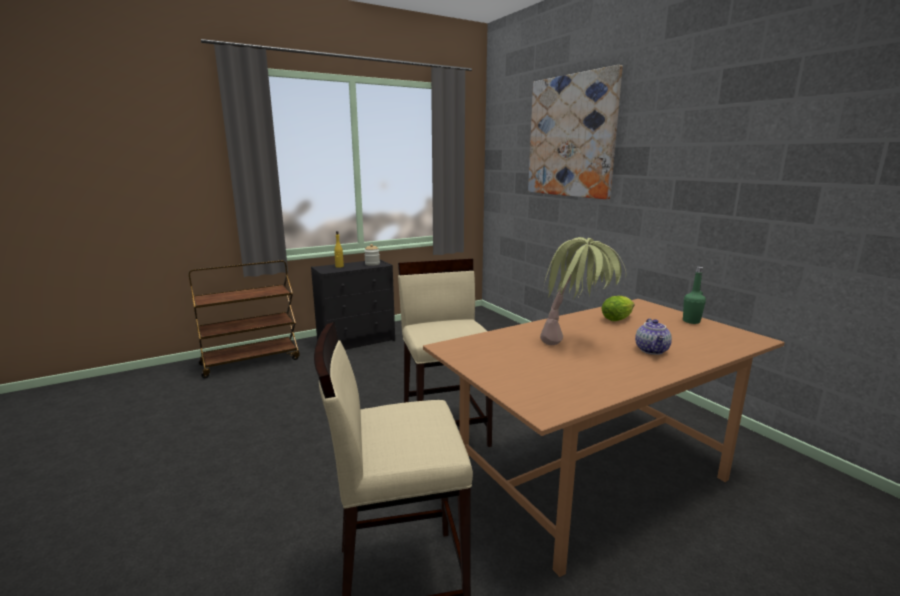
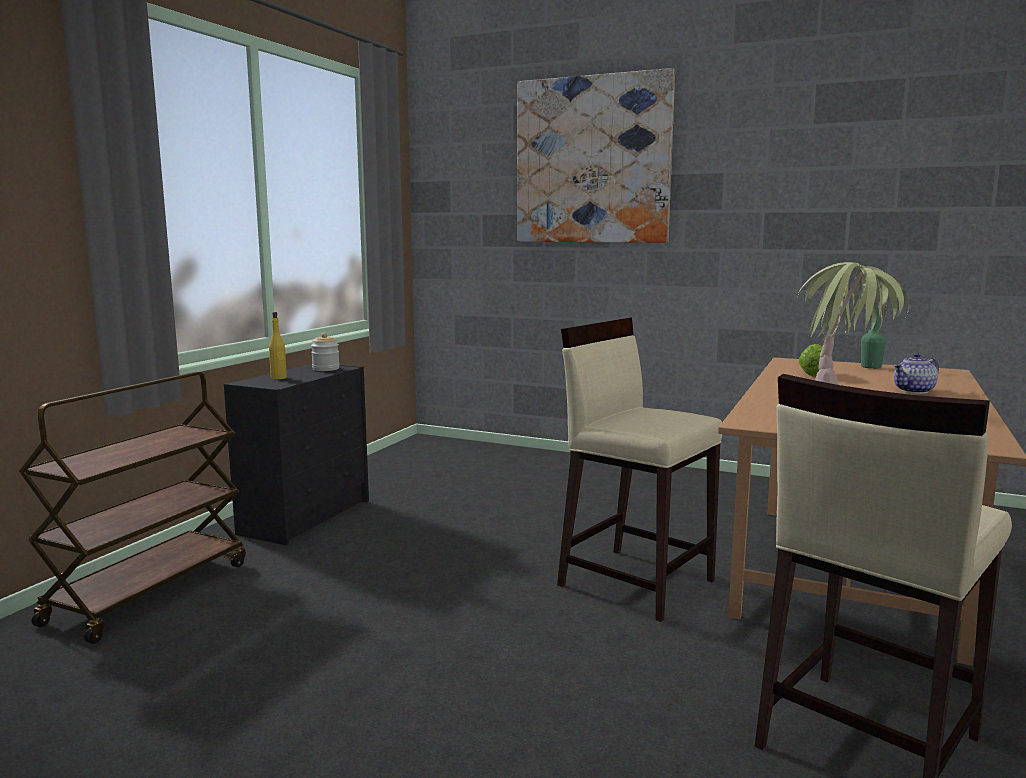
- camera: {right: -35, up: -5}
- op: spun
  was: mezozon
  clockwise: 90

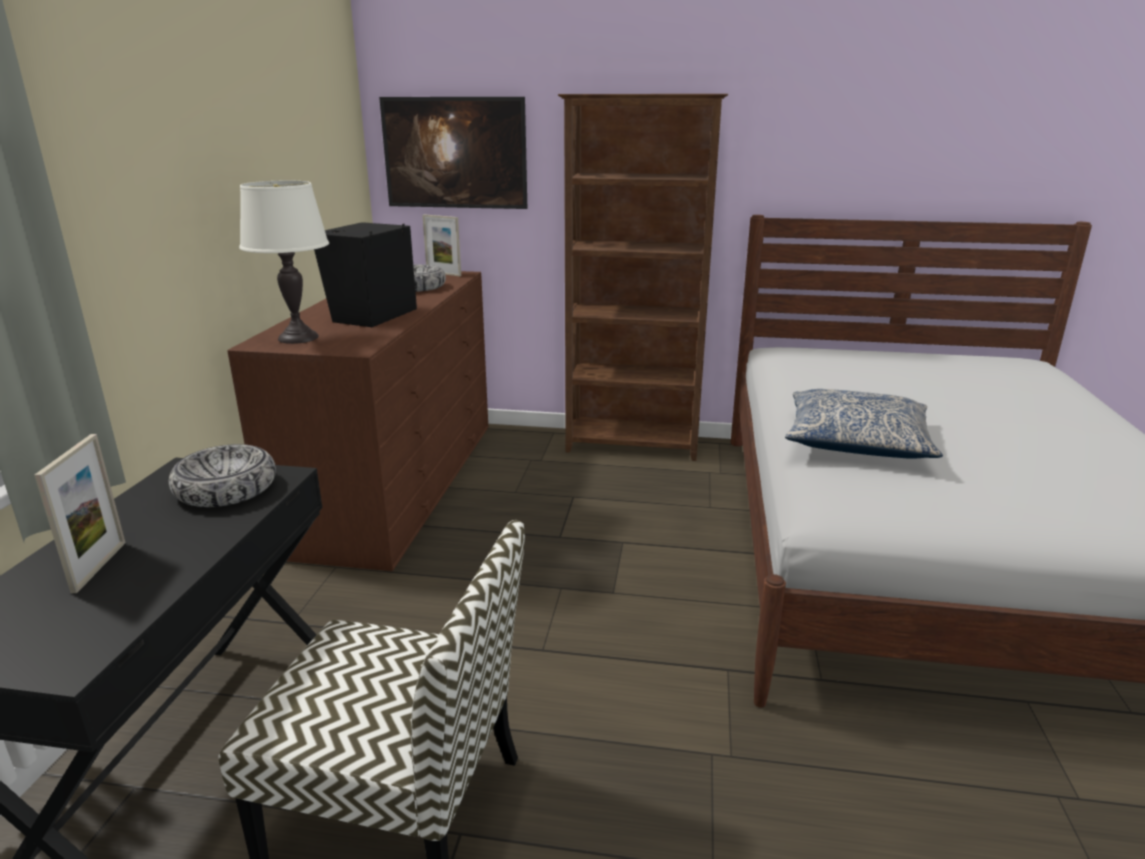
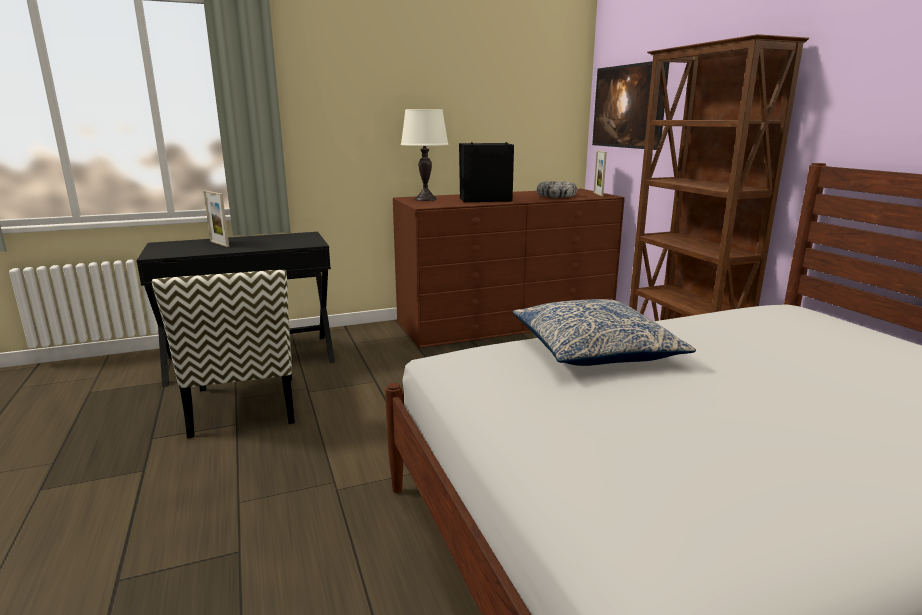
- camera: {right: 60, up: -5}
- op: spun
  was: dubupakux (no. 1 from left)
  clockwise: 75
- op: missing
  was: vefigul (no. 1 from left)

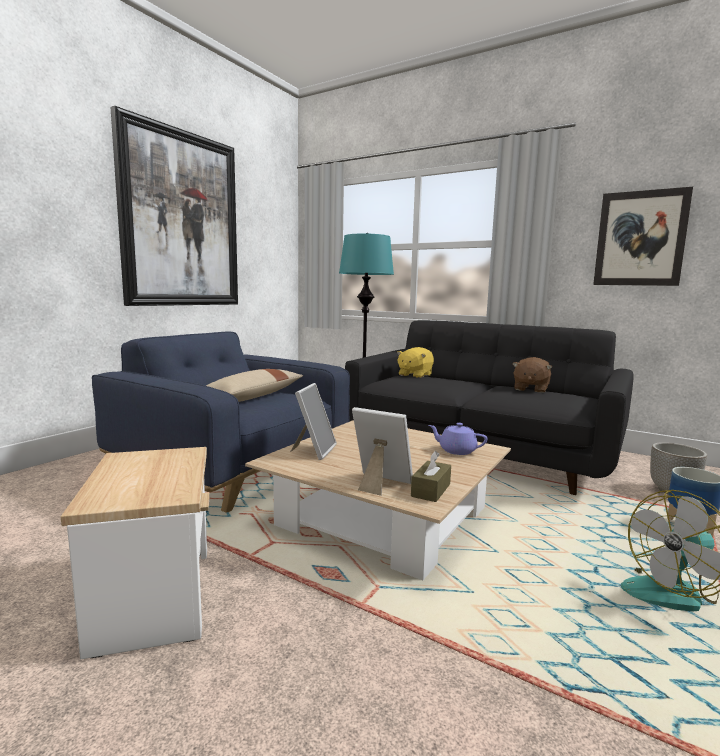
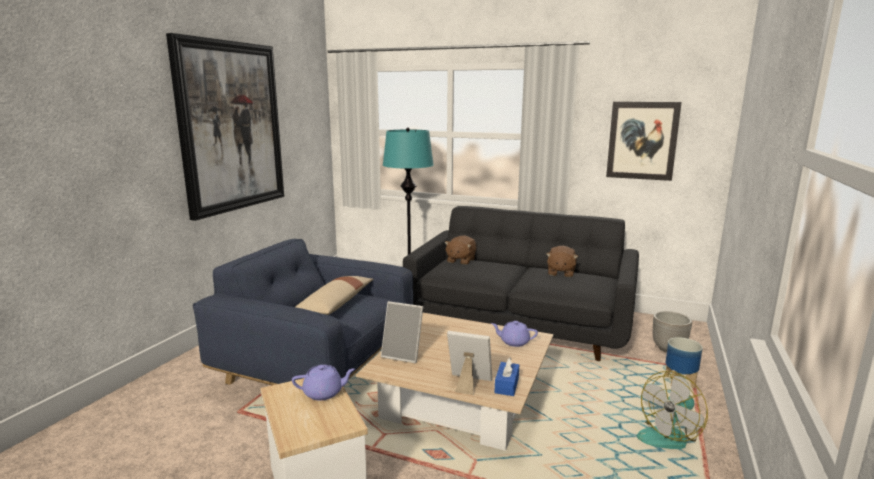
- camera: {right: -10, up: 5}
- op: spun
  was: dubupakux (no. 1 from left)
  clockwise: 105
- op: colour
  was: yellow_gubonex
  now: brown_gubonex (no. 1 from left)
- op: colour
  was: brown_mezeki
  now: blue_mezeki
- op: appeared
  now: purple_mezozon (no. 1 from left)

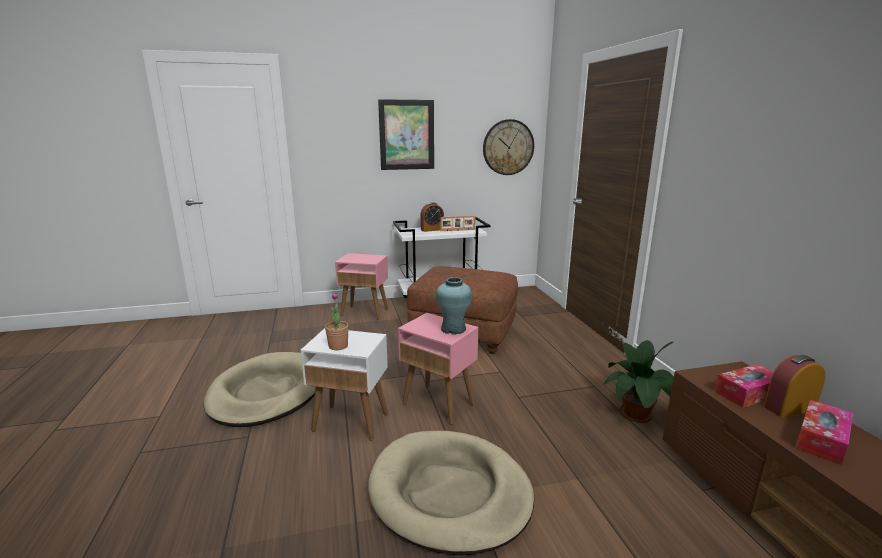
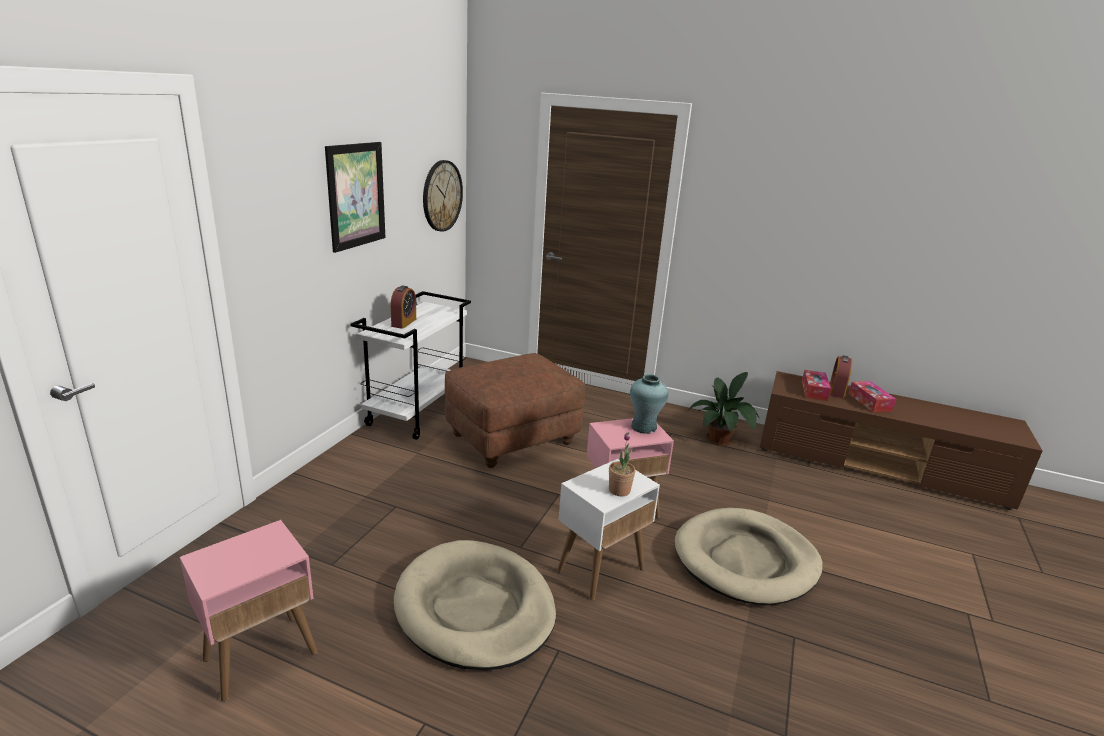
- camera: {right: -55, up: 5}
- op: relocated
  was: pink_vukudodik (no. 1 from left)
- op: missing
  was: dubupakux

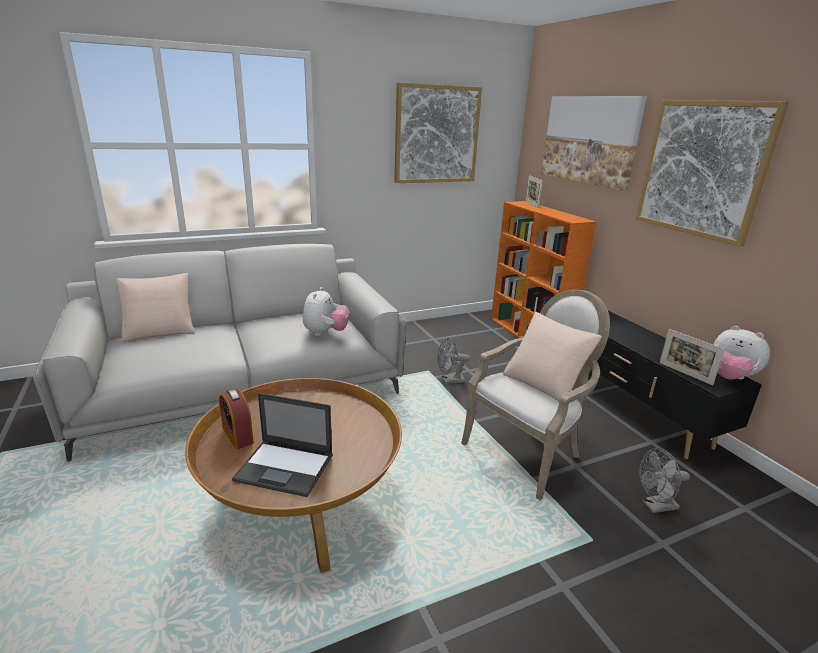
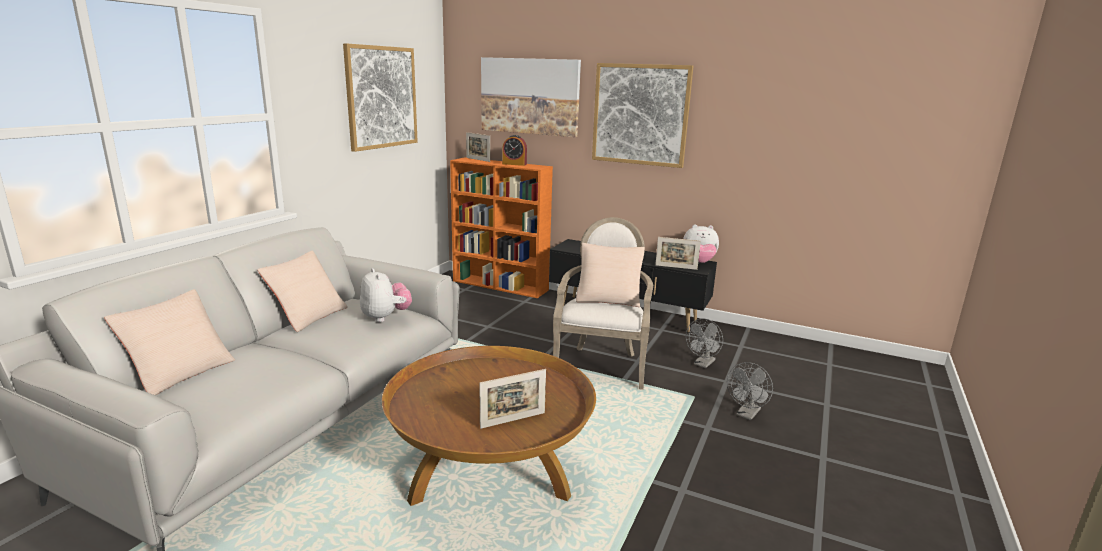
- camera: {right: -40, up: -5}
- op: relocated
  was: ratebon
- op: exchanged
  was: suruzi
  now: dubupakux (no. 2 from left)
- op: relocated
  was: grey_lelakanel (no. 1 from left in the first image)
  now: grey_lelakanel (no. 2 from left)
- op: appeared
  now: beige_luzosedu (no. 2 from left)

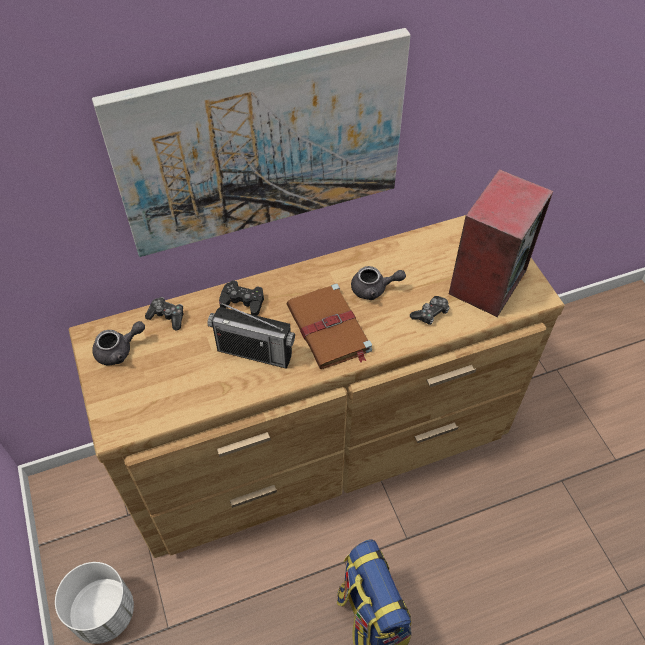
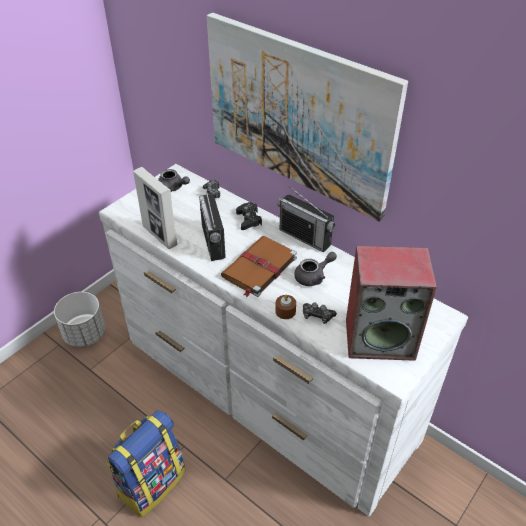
- camera: {right: 60, up: -10}
- op: colour
  was: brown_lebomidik
  now: white_lebomidik
- op: spun
  was: grey_mezozon (no. 2 from left)
  clockwise: -90
- op: appeared
  now: dubupakux
- op: appeared
  now: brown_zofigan
- op: appeared
  now: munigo (no. 2 from left)

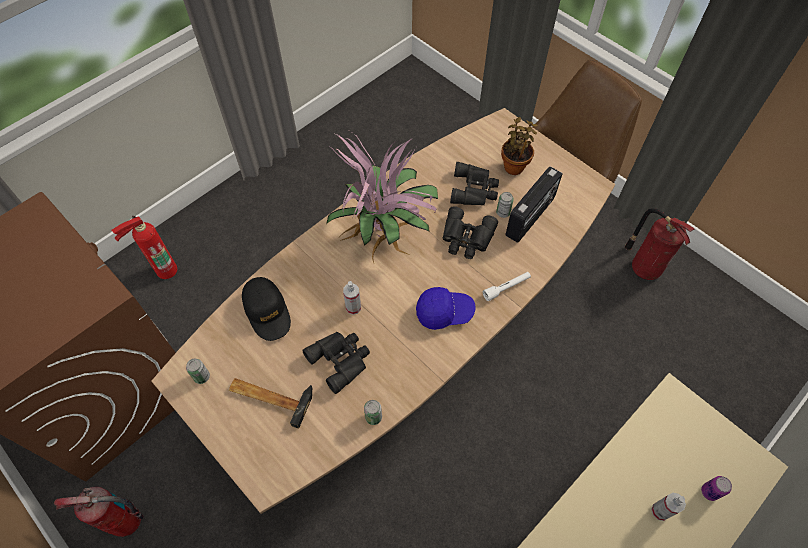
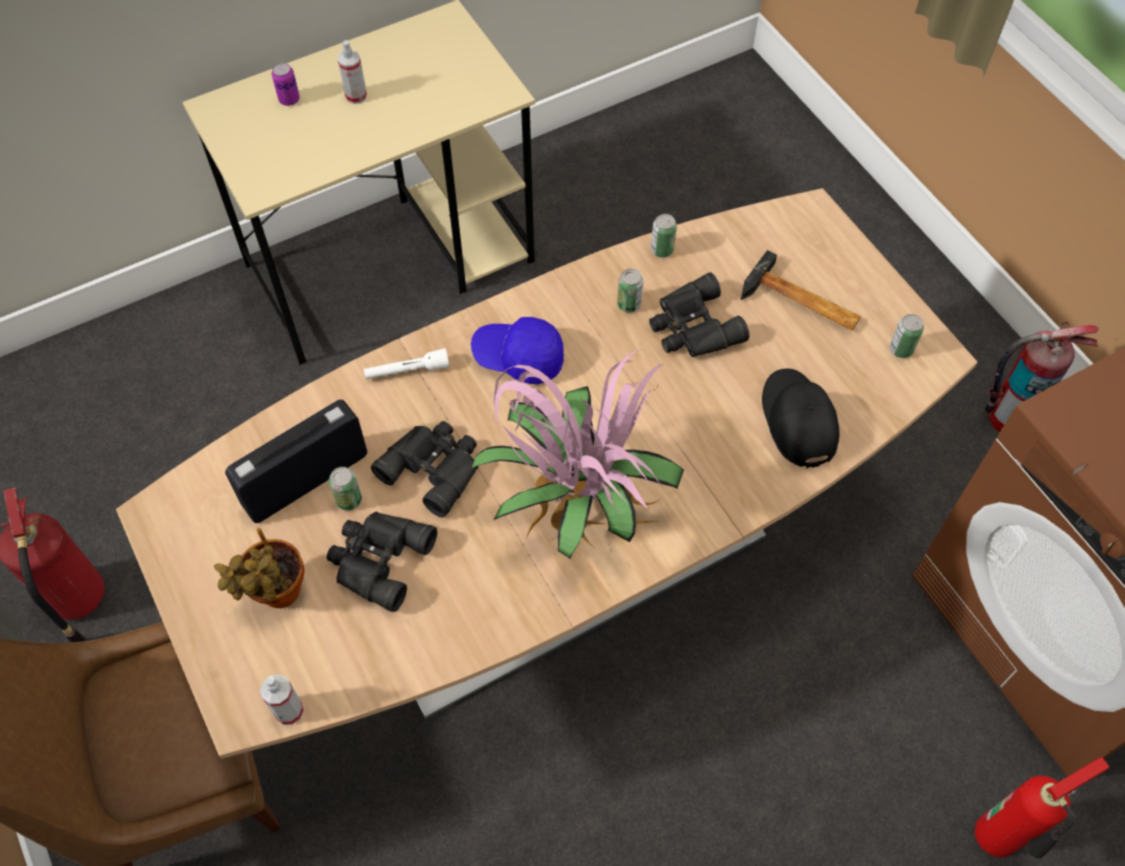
- camera: {right: -165, up: 0}
- op: relocated
  was: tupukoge (no. 1 from left)
- op: appeared
  now: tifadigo (no. 3 from left)

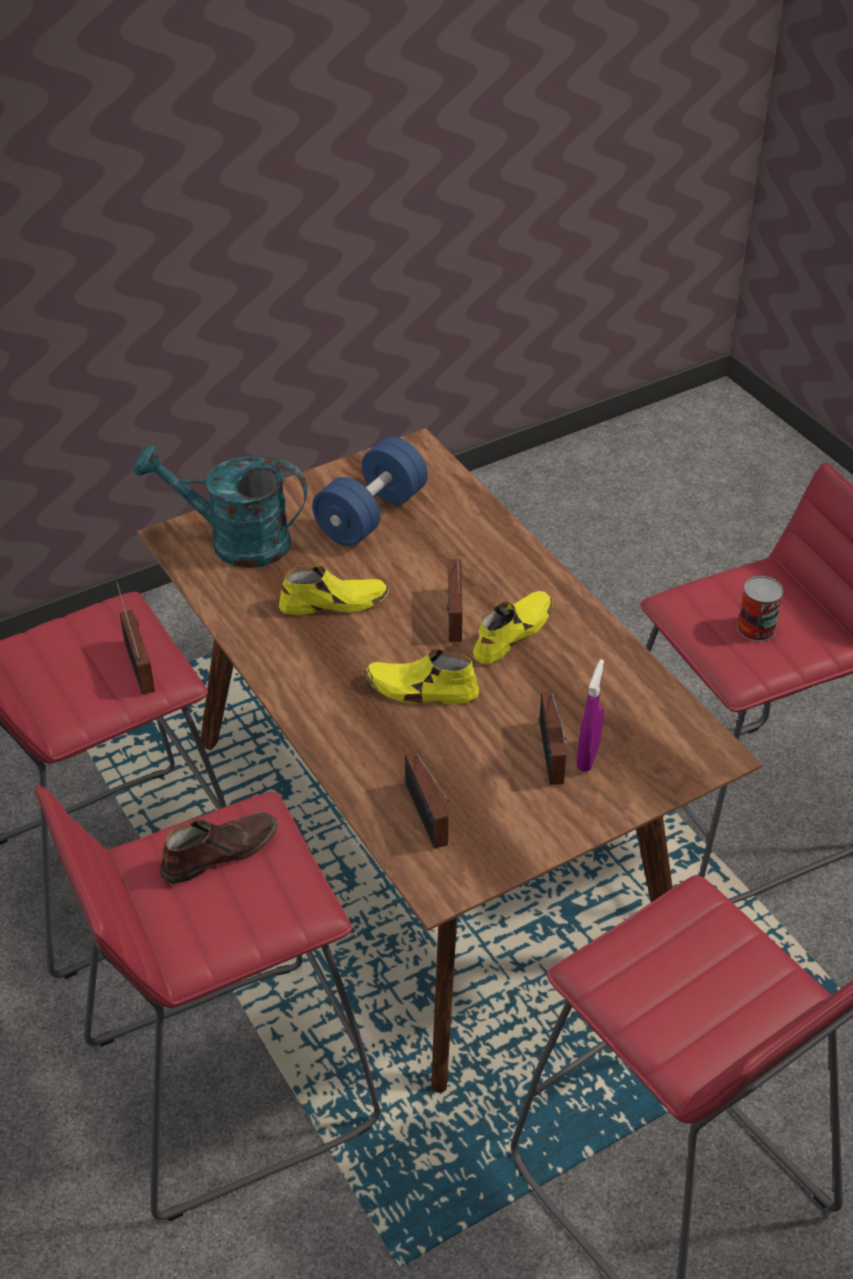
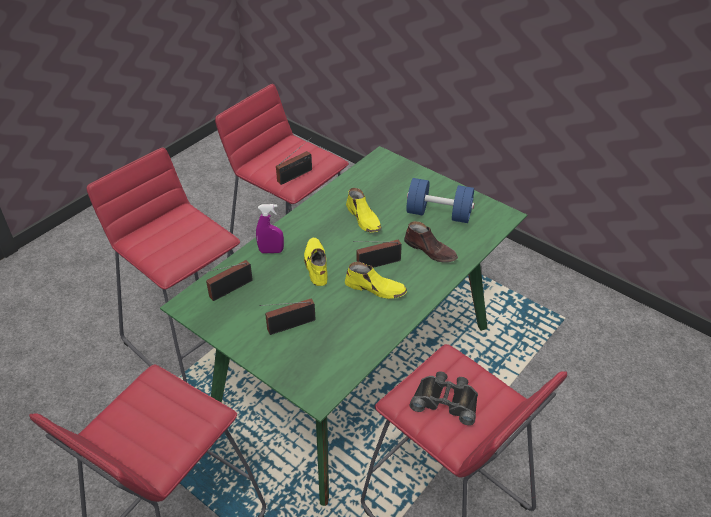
- camera: {right: 70, up: 0}
- op: missing
  was: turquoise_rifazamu
- op: colour
  was: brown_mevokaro
  now: green_mevokaro
- op: relocated
  was: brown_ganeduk
- op: relocated
  was: purple_tupukoge
- op: exchanged
  was: tifadigo
  now: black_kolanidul

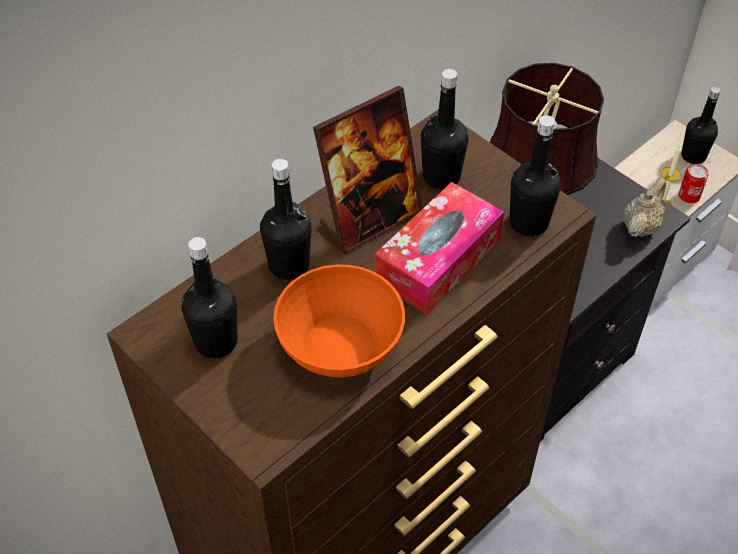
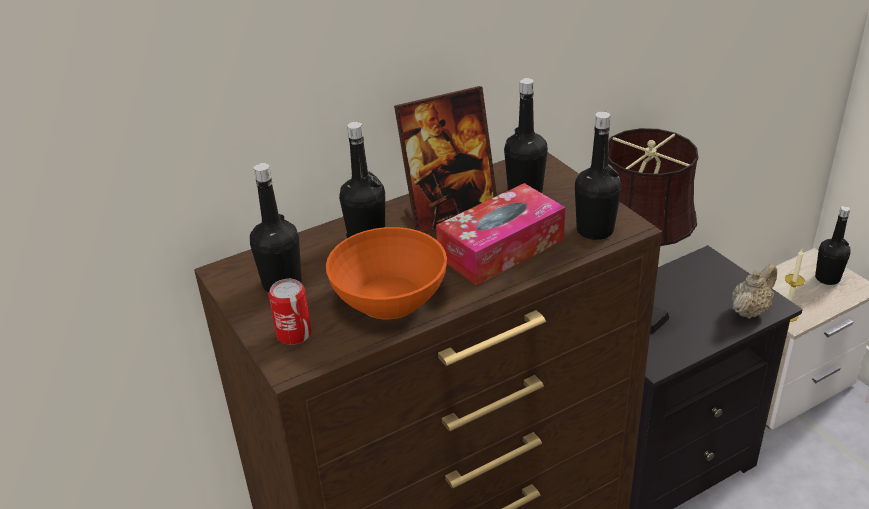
- camera: {right: 15, up: -15}
- op: relocated
  was: tifadigo

